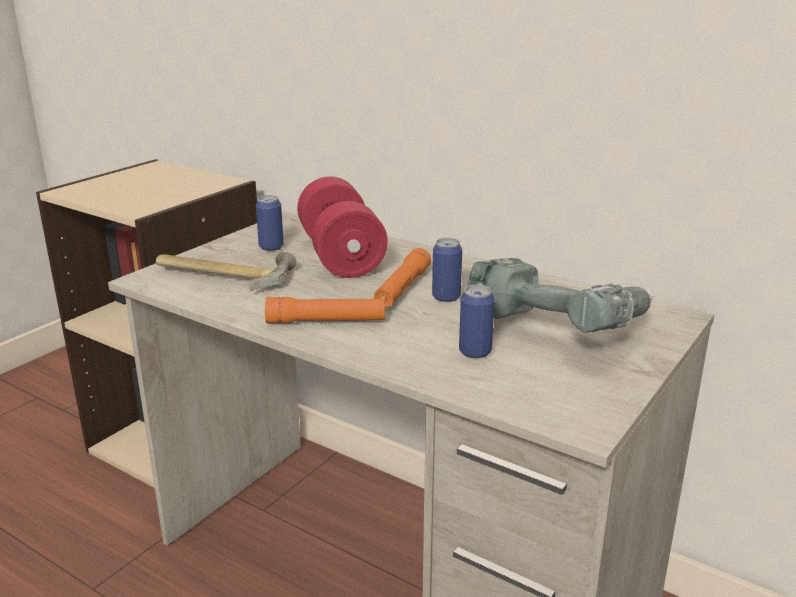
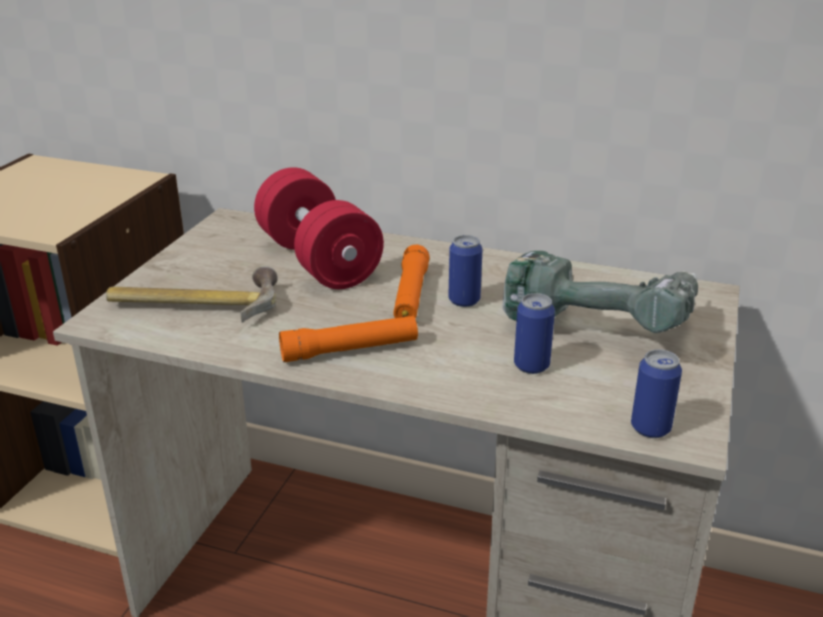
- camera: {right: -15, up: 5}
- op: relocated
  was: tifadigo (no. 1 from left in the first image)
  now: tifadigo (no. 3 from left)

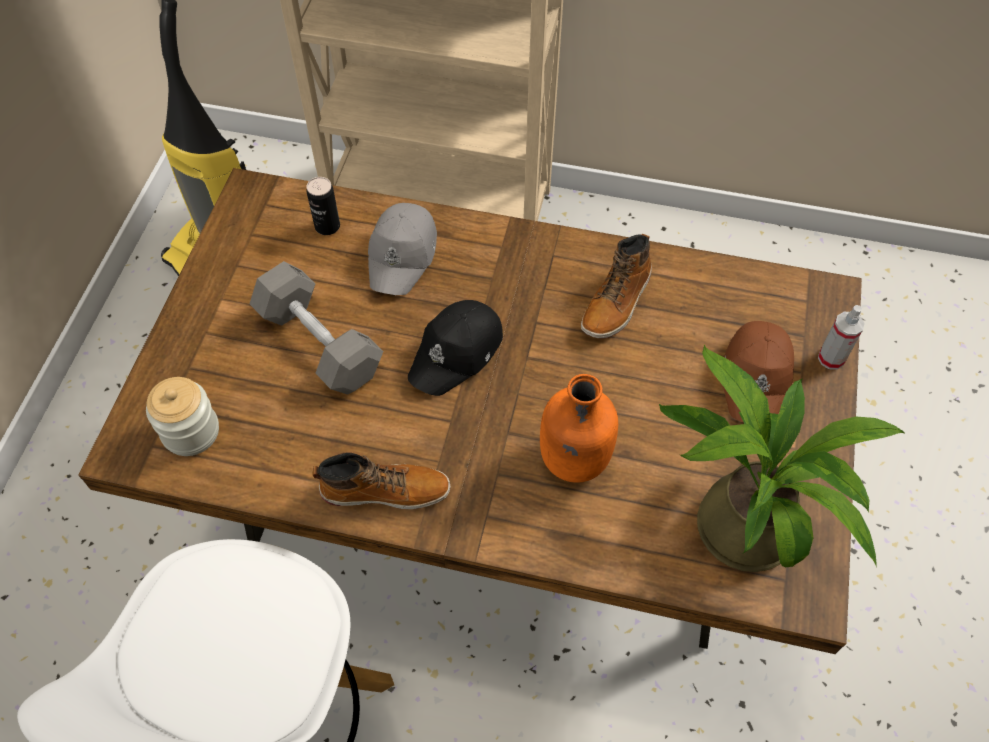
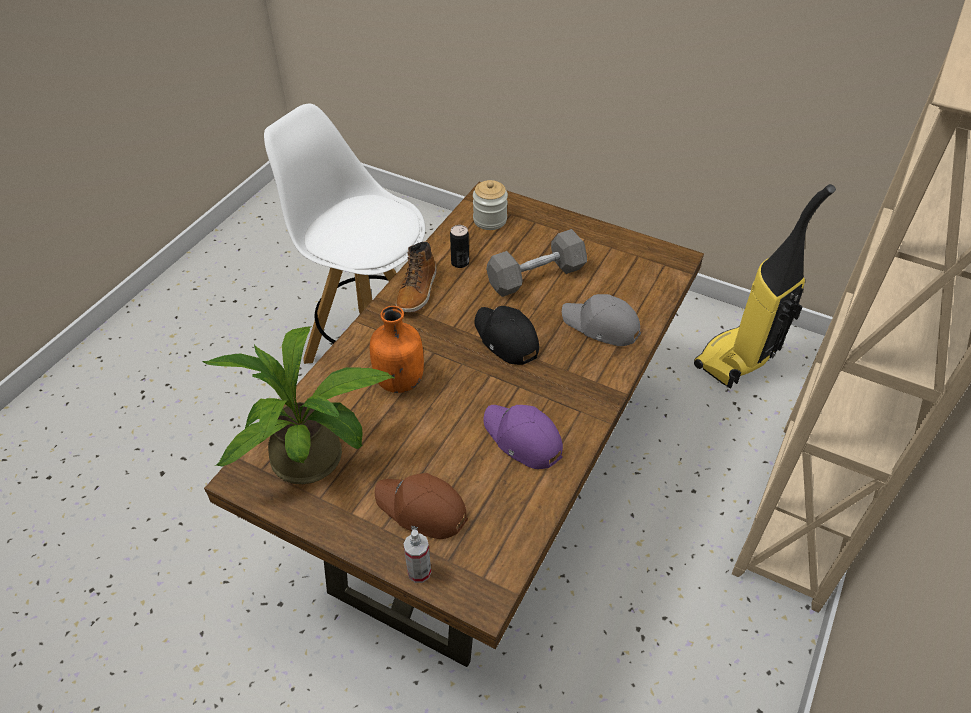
- camera: {right: 105, up: -10}
- op: relocated
  was: tifadigo
- op: exchanged
  was: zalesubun (no. 2 from left)
  now: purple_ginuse

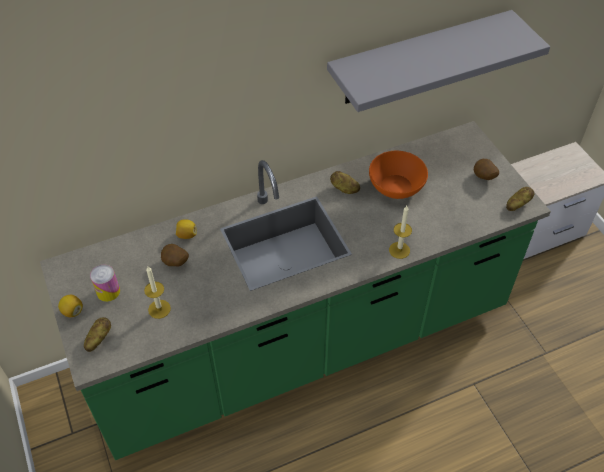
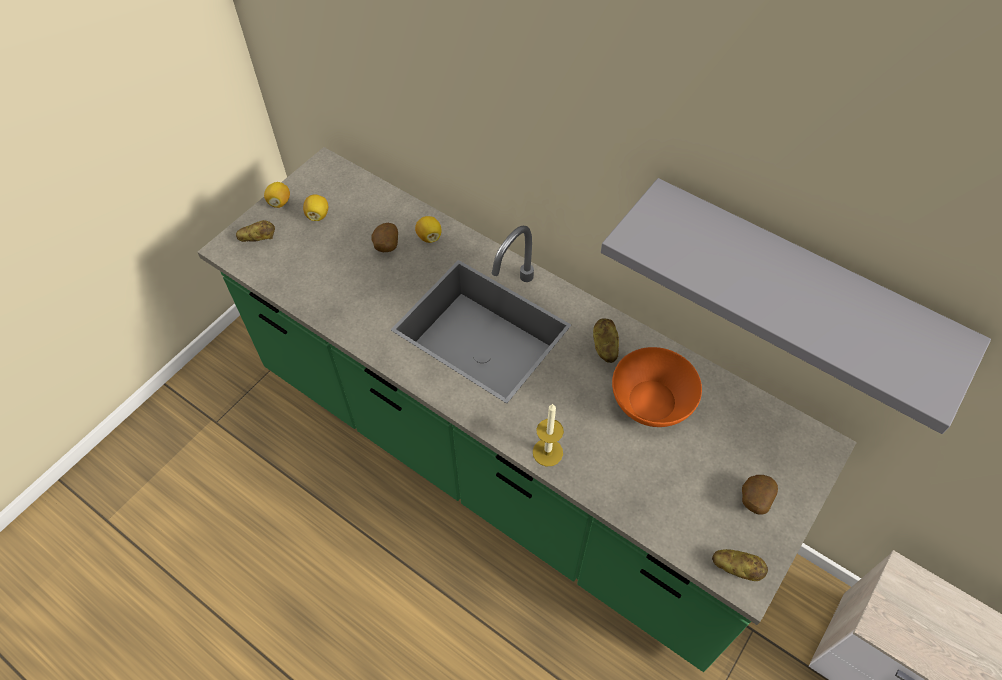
- camera: {right: 60, up: 5}
- op: exchanged
  was: tifadigo
  now: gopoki (no. 2 from left)
- op: missing
  was: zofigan (no. 1 from left)

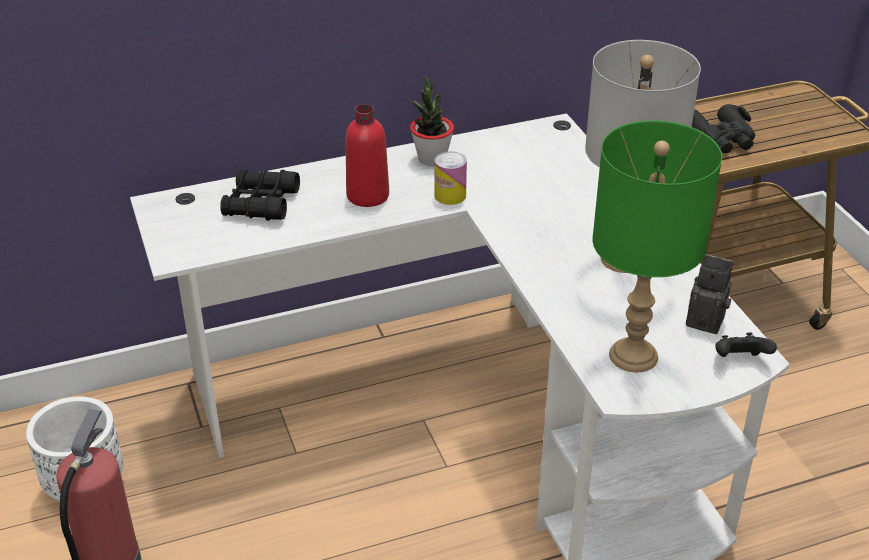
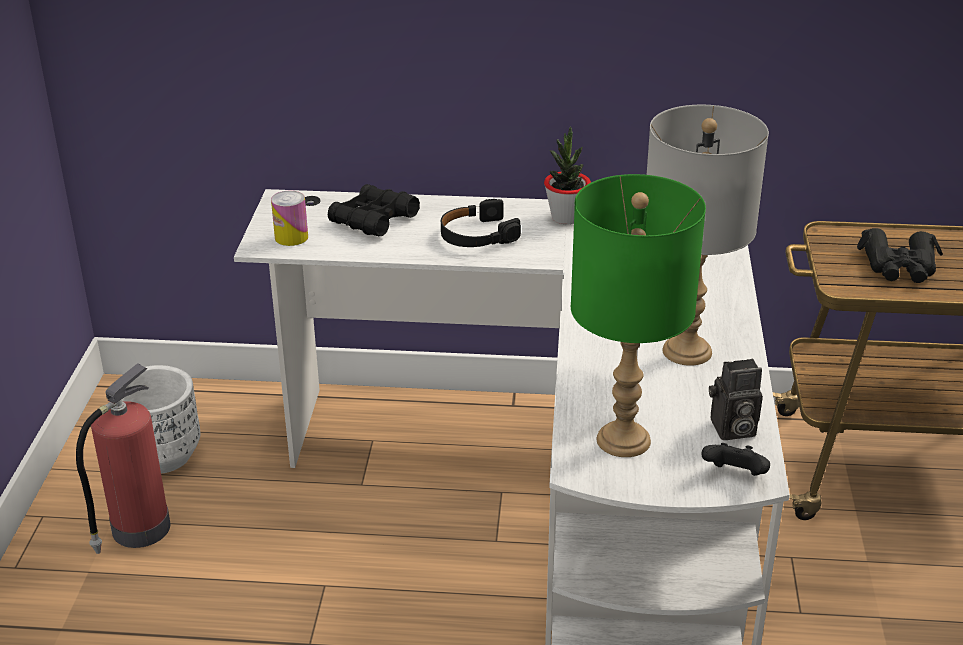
- camera: {right: 25, up: -5}
- op: exchanged
  was: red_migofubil
  now: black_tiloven
- op: relocated
  was: tifadigo
- op: spun
  was: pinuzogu
  clockwise: 120

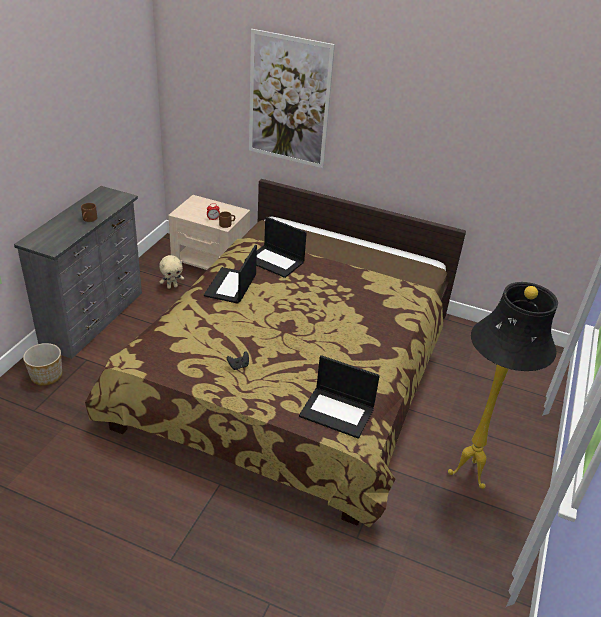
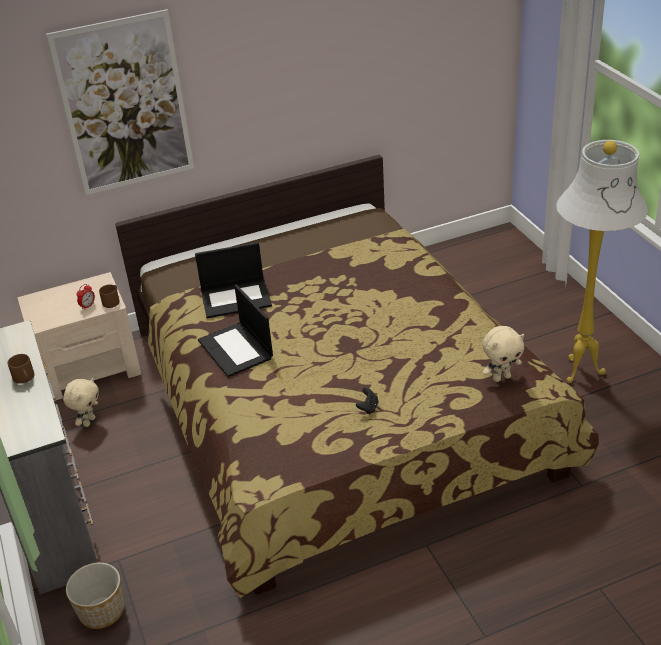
- camera: {right: -40, up: 0}
- op: exchanged
  was: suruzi (no. 3 from left)
  now: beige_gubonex (no. 2 from left)
- op: colour
  was: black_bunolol
  now: white_bunolol

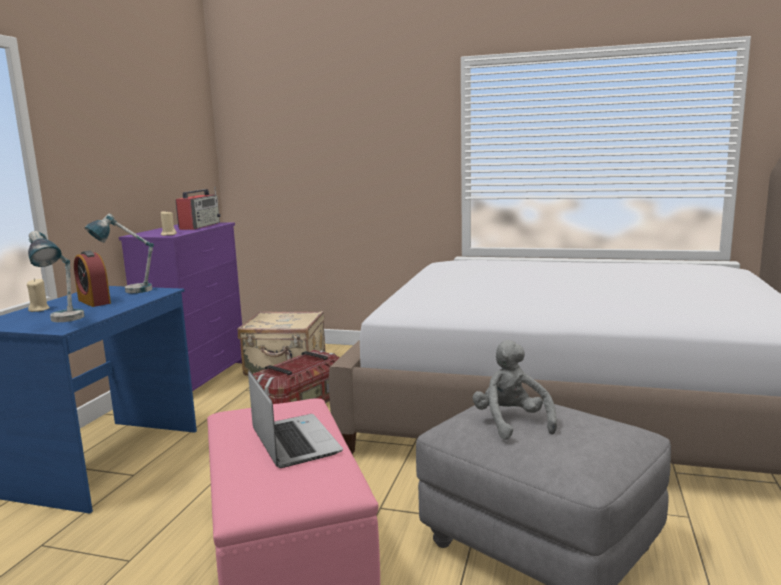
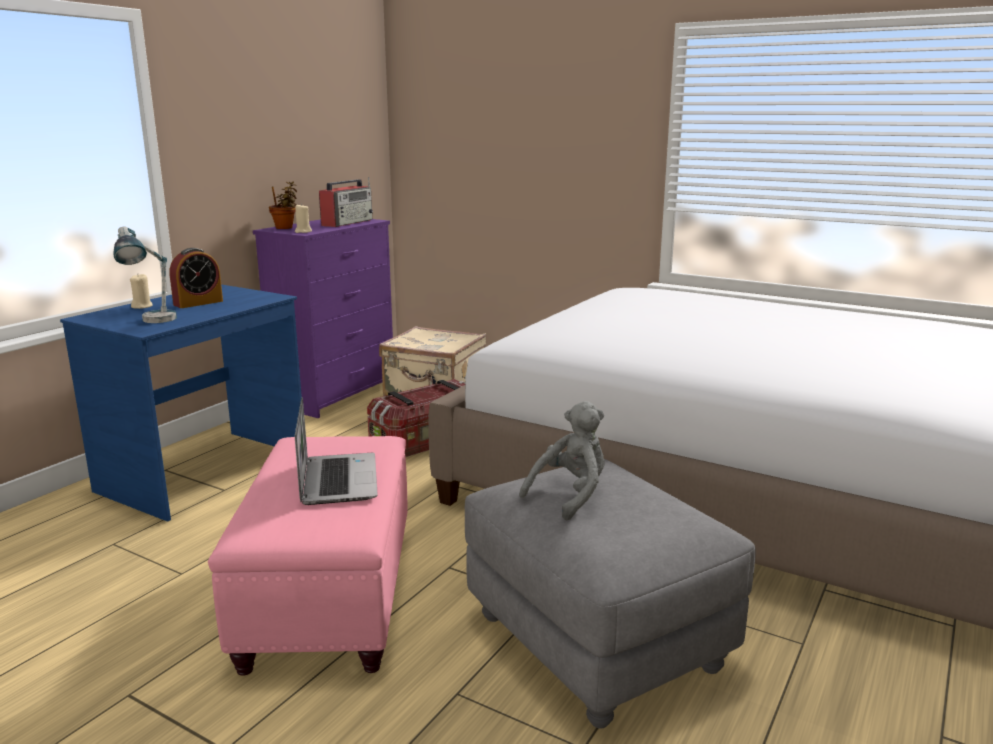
- camera: {right: 15, up: 5}
- op: spun
  was: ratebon
  clockwise: -105
- op: missing
  was: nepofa (no. 2 from left)
- op: spun
  was: grey_gubonex
  clockwise: 45
- op: appeared
  now: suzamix

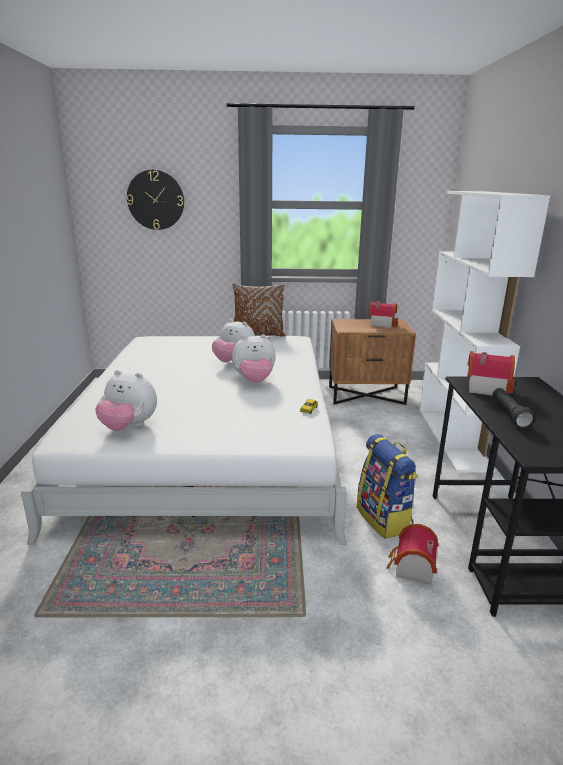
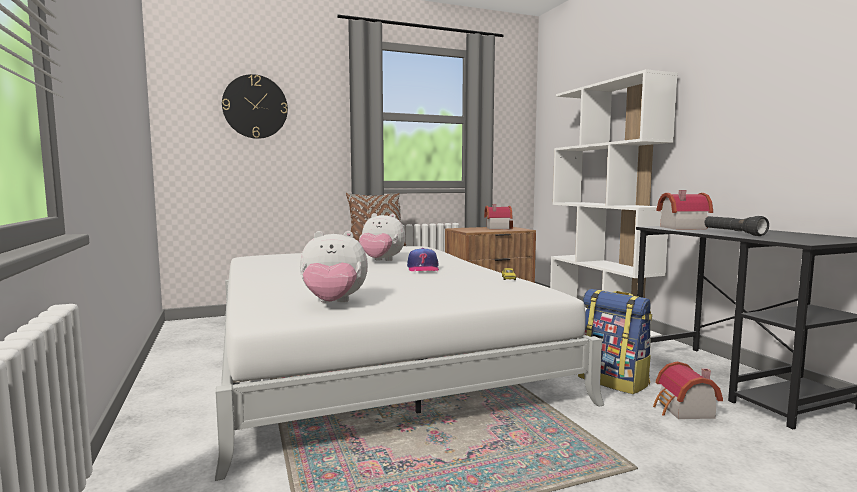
- camera: {right: -20, up: -15}
- op: exchanged
  was: gubonex (no. 3 from left)
  now: ginuse

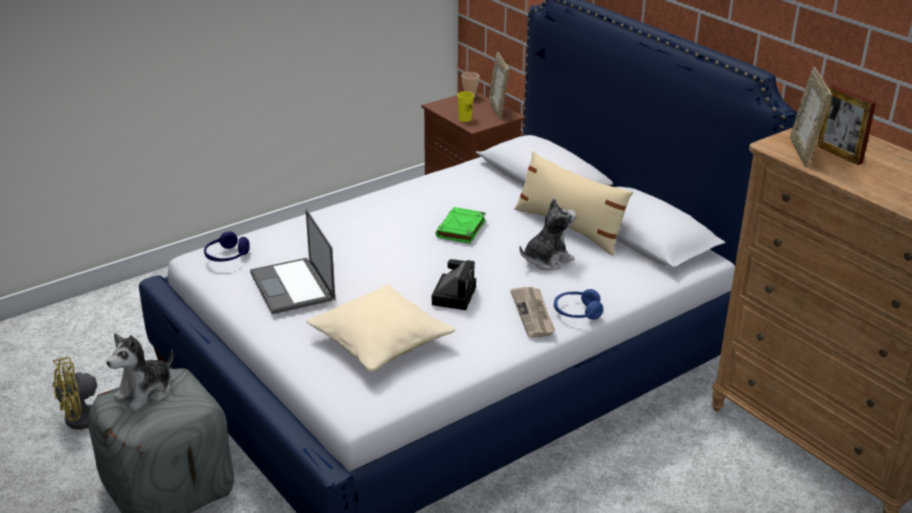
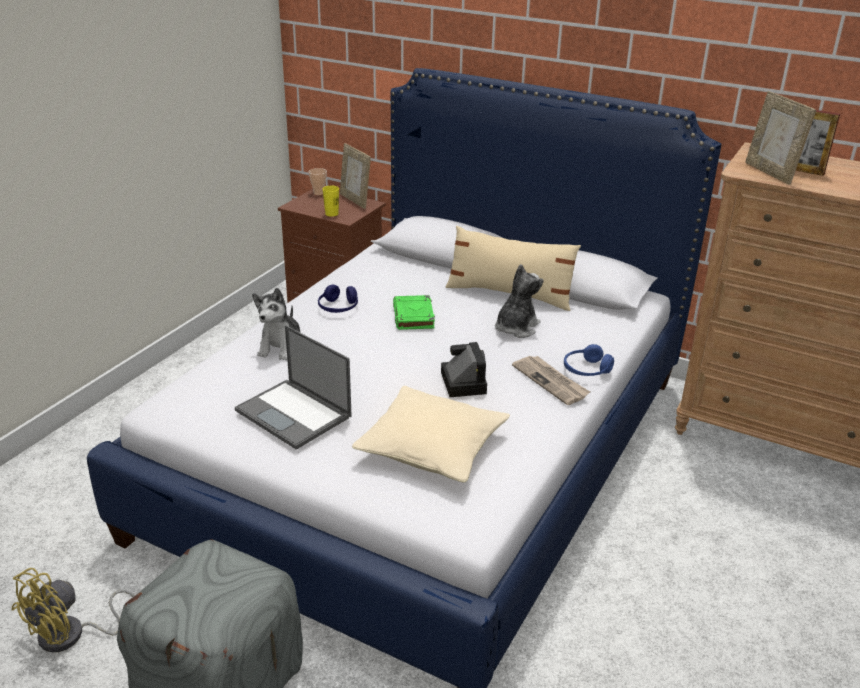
- camera: {right: -25, up: 0}
- op: relocated
  was: gubonex (no. 1 from left)
- op: relocated
  was: blue_tiloven (no. 1 from left)

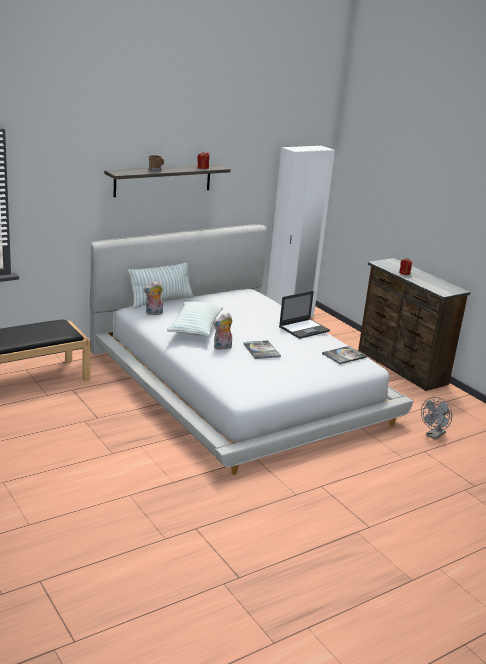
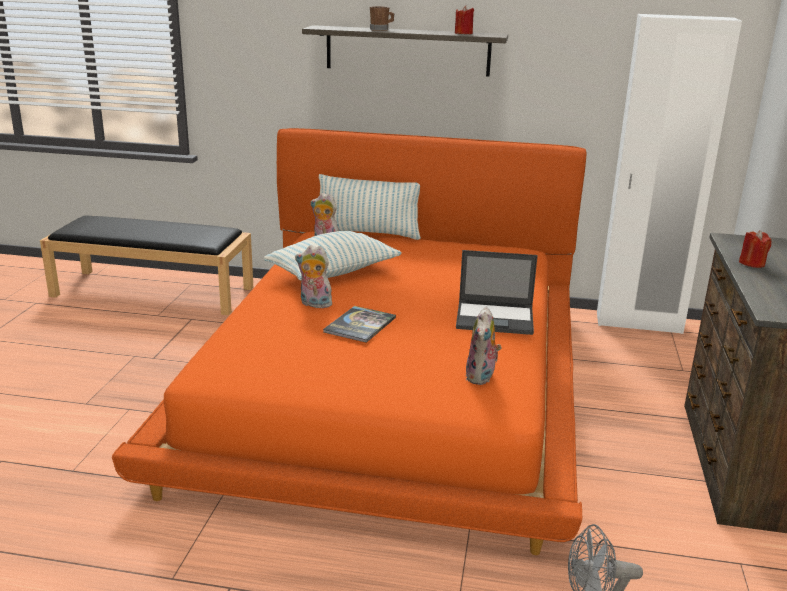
- camera: {right: 45, up: 0}
- op: colour
  was: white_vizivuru
  now: orange_vizivuru
- op: exchanged
  was: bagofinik (no. 2 from left)
  now: gubonex (no. 3 from left)

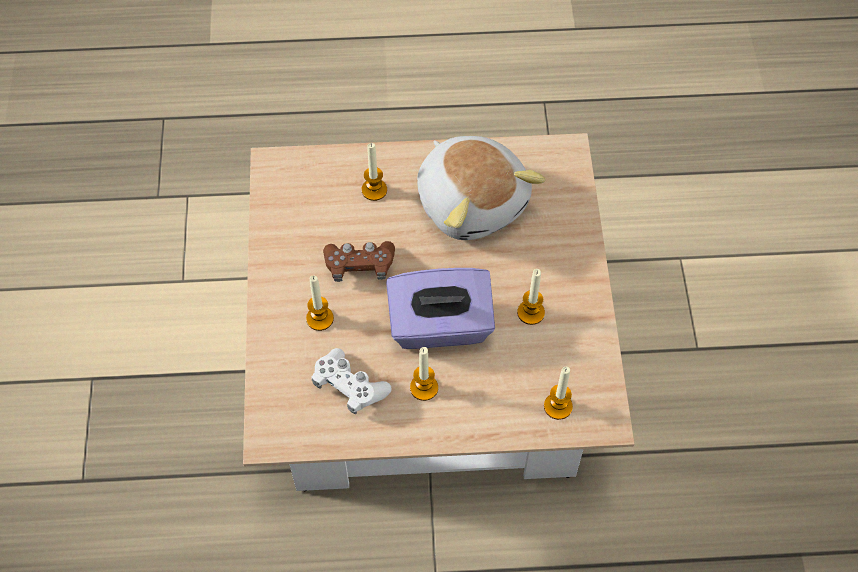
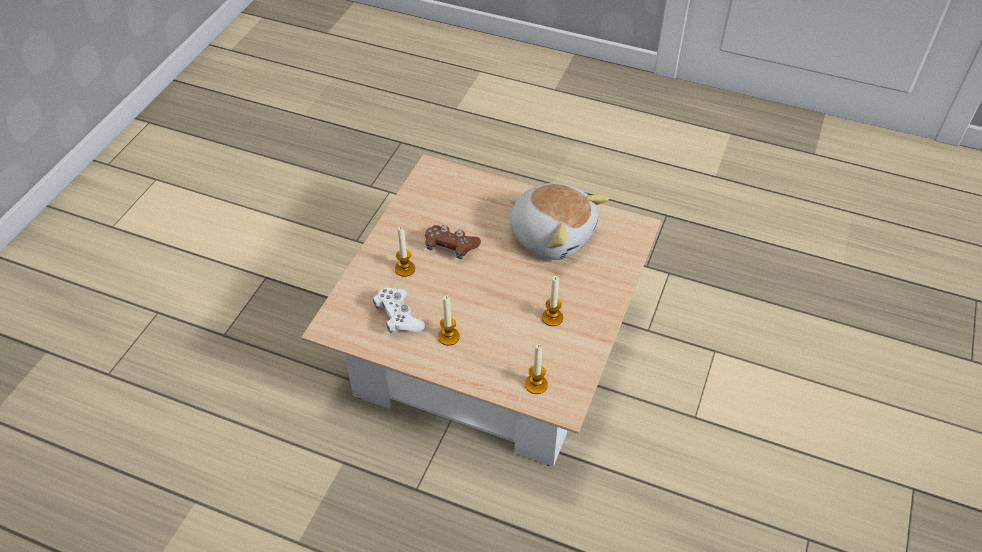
- camera: {right: 25, up: -10}
- op: missing
  was: zofigan (no. 2 from left)
- op: missing
  was: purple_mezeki
- op: spun
  was: gubonex
  clockwise: -45

